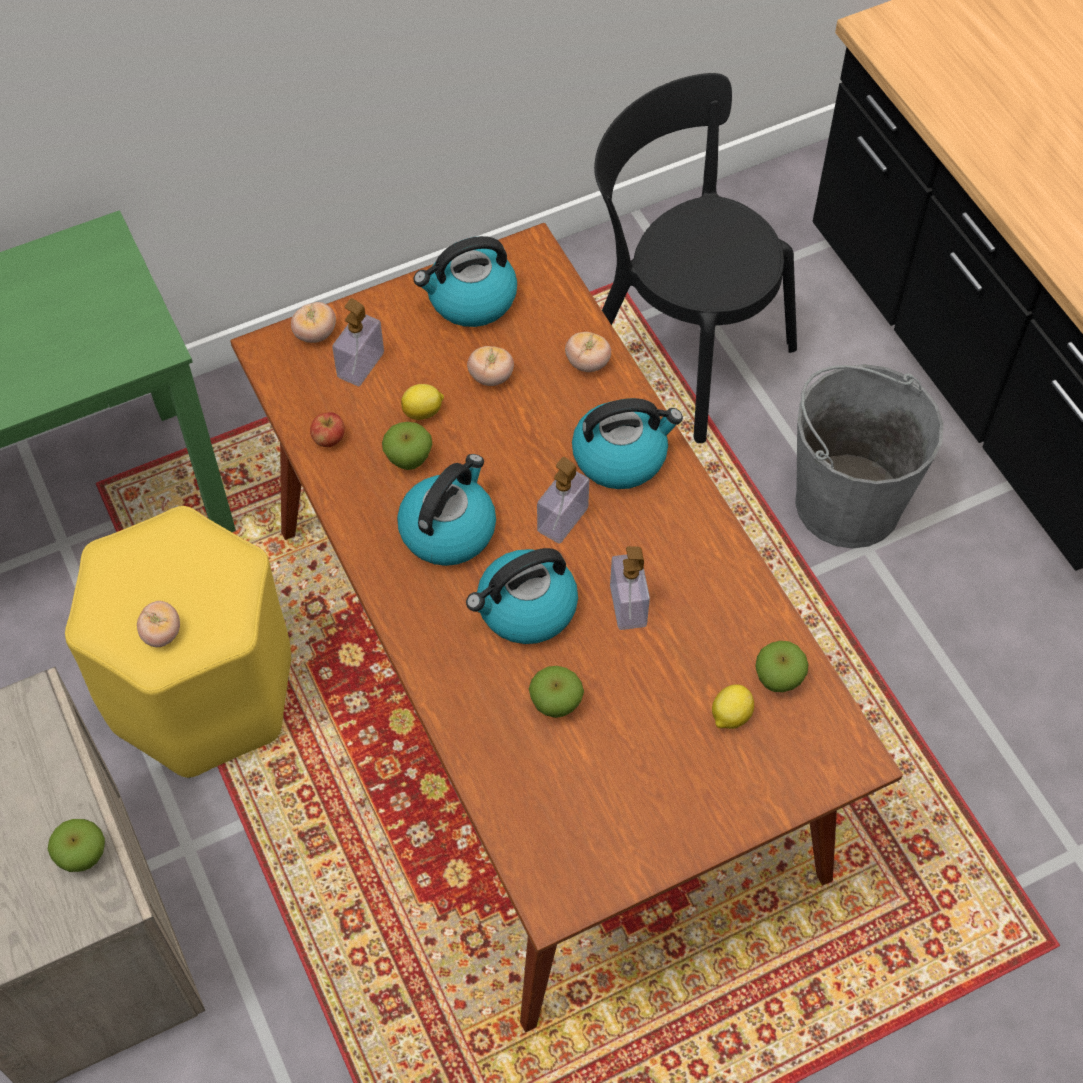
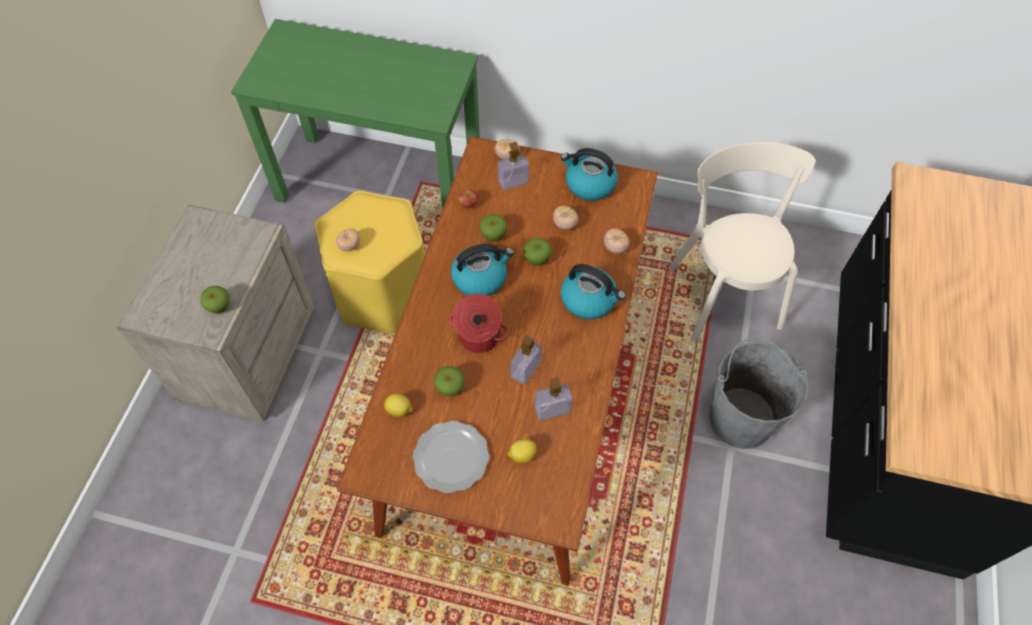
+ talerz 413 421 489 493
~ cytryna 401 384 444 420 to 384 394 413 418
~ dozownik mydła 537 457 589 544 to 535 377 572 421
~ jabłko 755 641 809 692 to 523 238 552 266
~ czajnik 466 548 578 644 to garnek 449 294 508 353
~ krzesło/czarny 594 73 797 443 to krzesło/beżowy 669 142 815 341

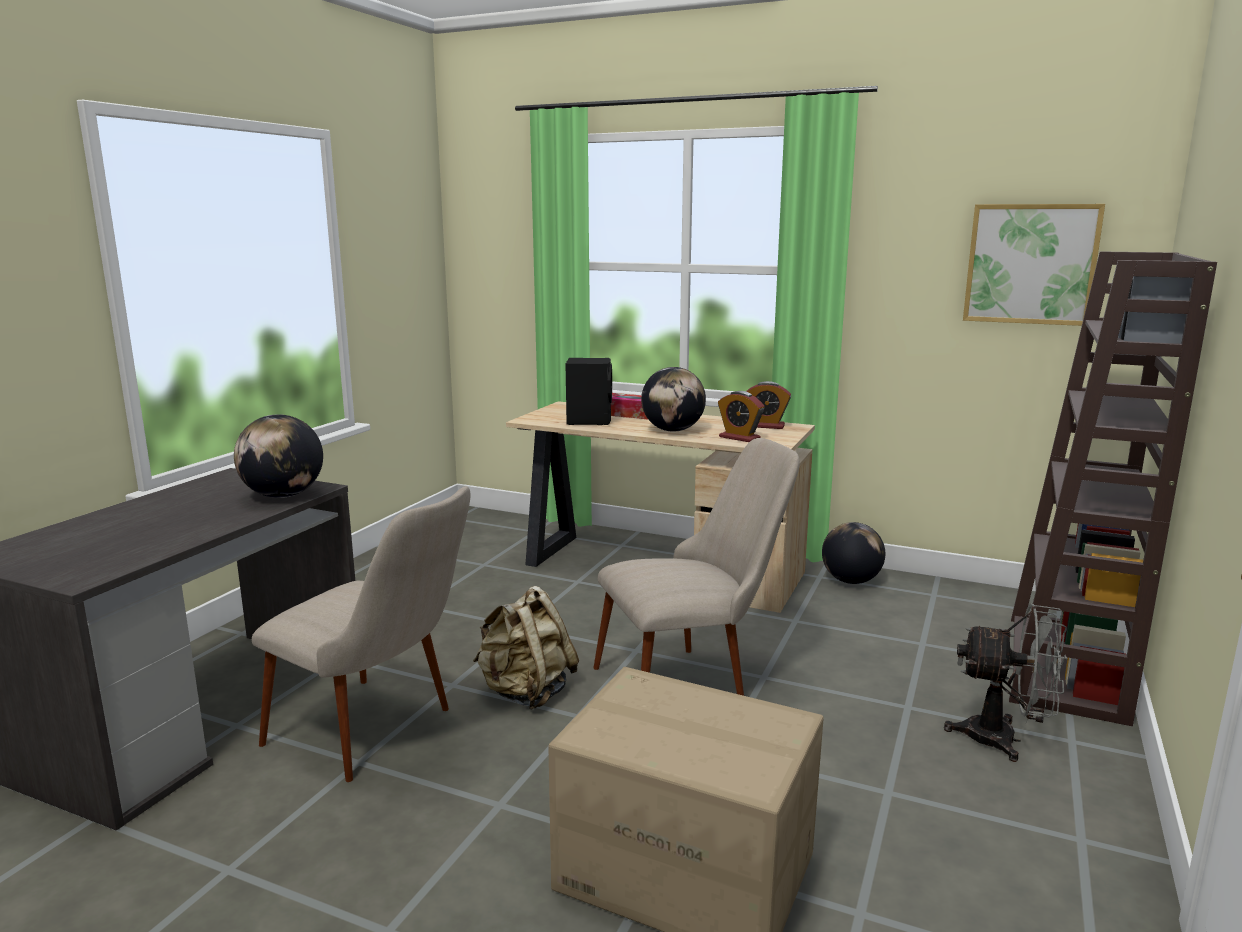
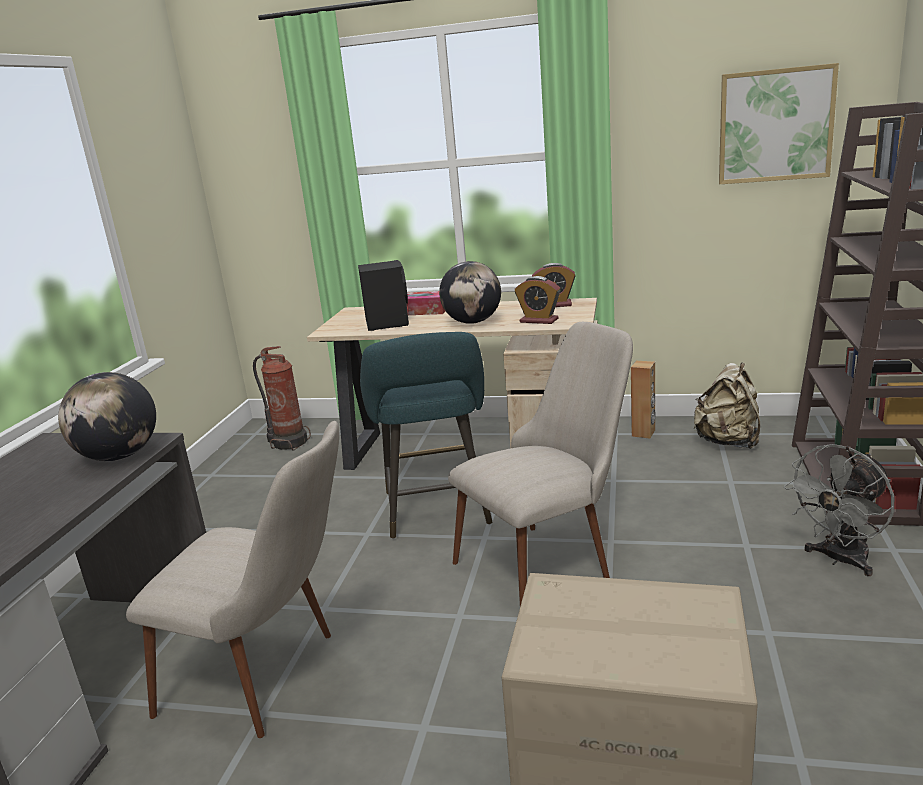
+ gaśnica 253 346 311 450
+ stołek/turkusowy 360 332 492 539
~ plecak/beżowy 473 586 579 710 to 694 363 760 449
~ globus 822 522 885 584 to głośnik/brązowy 631 361 656 439
~ wentylator/szary 944 604 1067 762 = 784 444 894 576 135 degrees clockwise

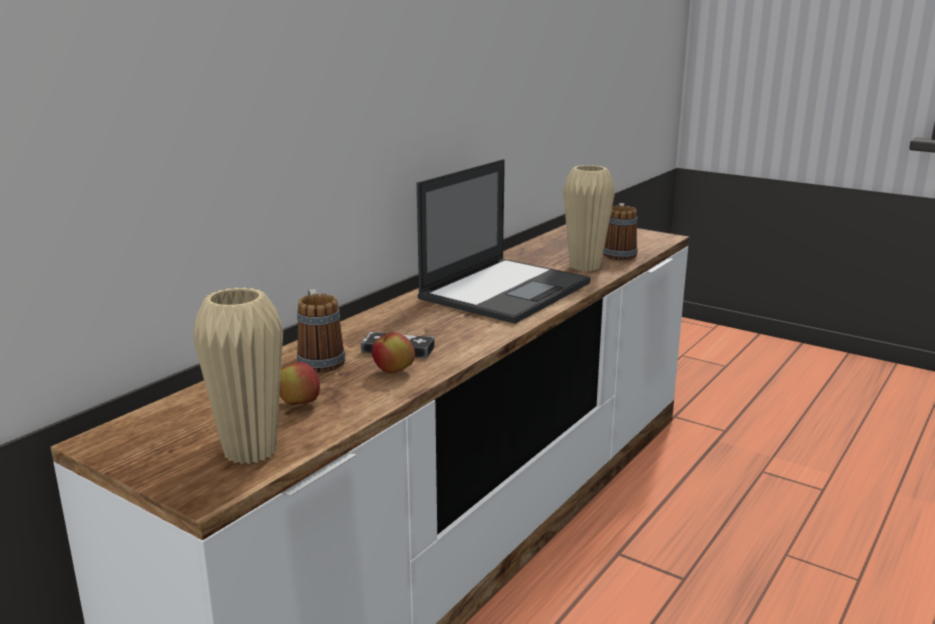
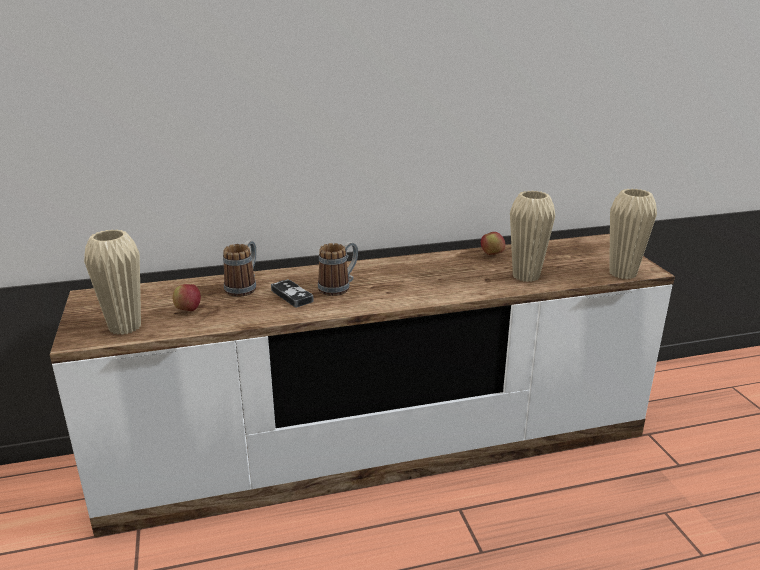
- laptop 417 159 591 324
+ wazon/beżowy 609 189 657 279
~ jabłko 372 332 415 374 to 481 232 505 255
~ kubek 603 203 637 261 to 318 242 358 296

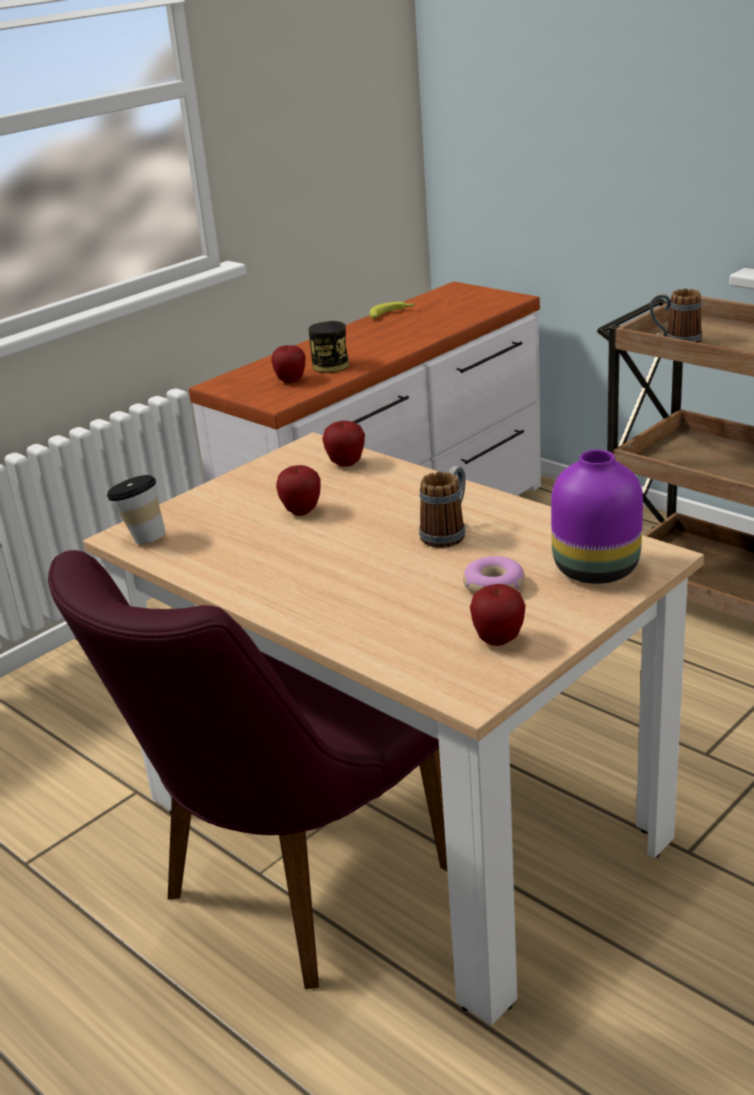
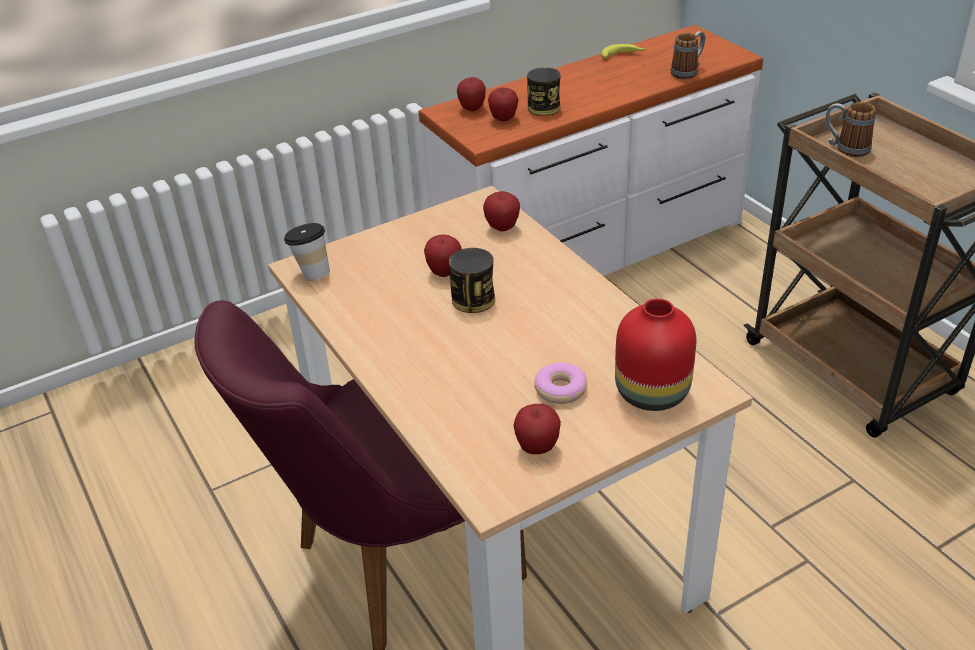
+ puszka 449 248 495 313
+ jabłko 457 77 486 111
~ kubek 419 466 465 548 to 671 31 705 79
~ wazon/fioletowy 551 450 643 584 to wazon/czerwony 615 298 696 411

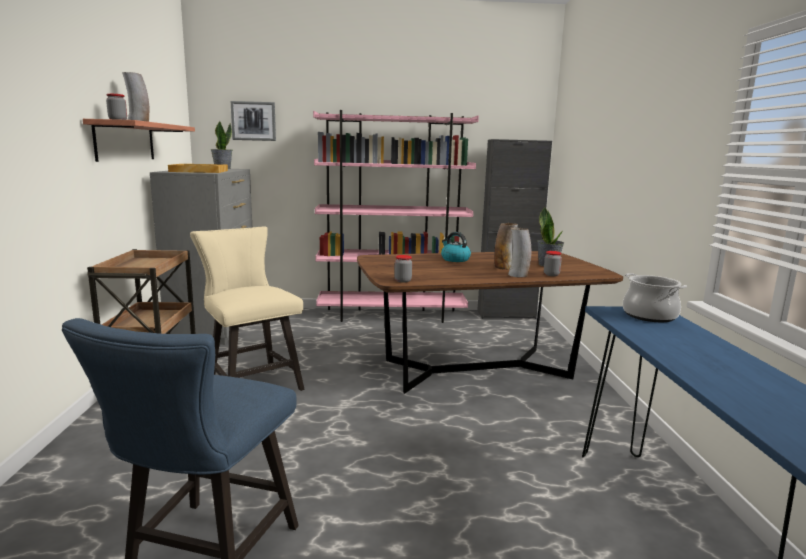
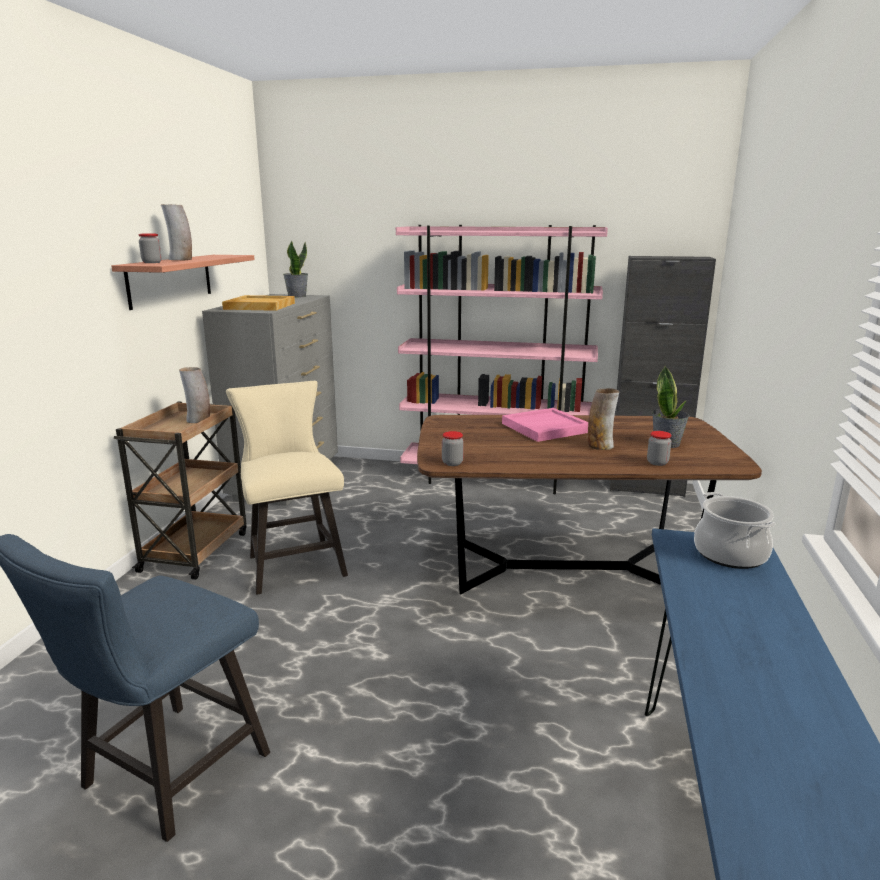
- obraz 231 101 276 141
~ wazon 508 228 531 277 to 179 367 210 423
~ czajnik 441 232 471 262 to taca/różowy 502 408 588 442

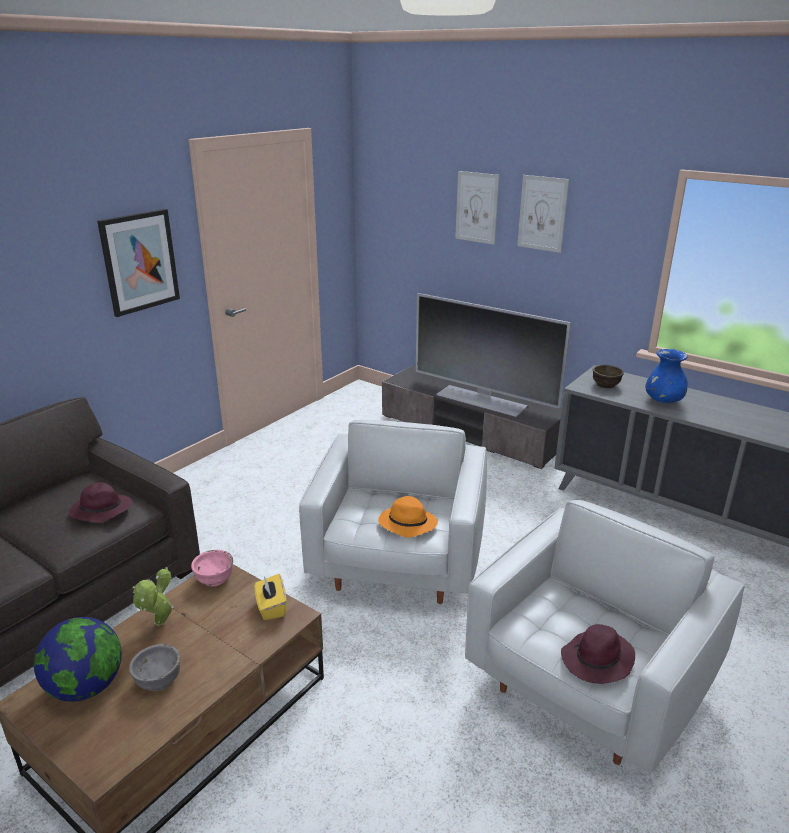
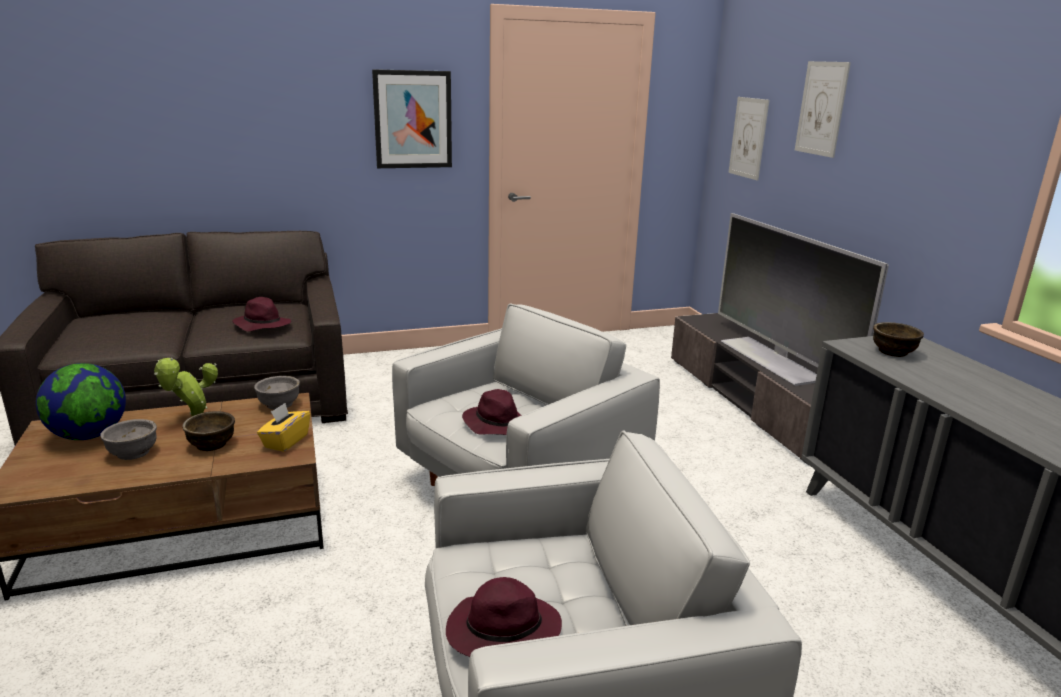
- wazon/niebieski 645 349 688 403
+ miska/brązowy 182 411 235 451
~ obraz 517 175 569 253 to 728 97 769 180
~ miska/różowy 191 550 233 586 to miska/szary 254 376 300 410
~ kapelusz/pomarańczowy 378 496 438 538 to kapelusz/fioletowy 462 389 521 435

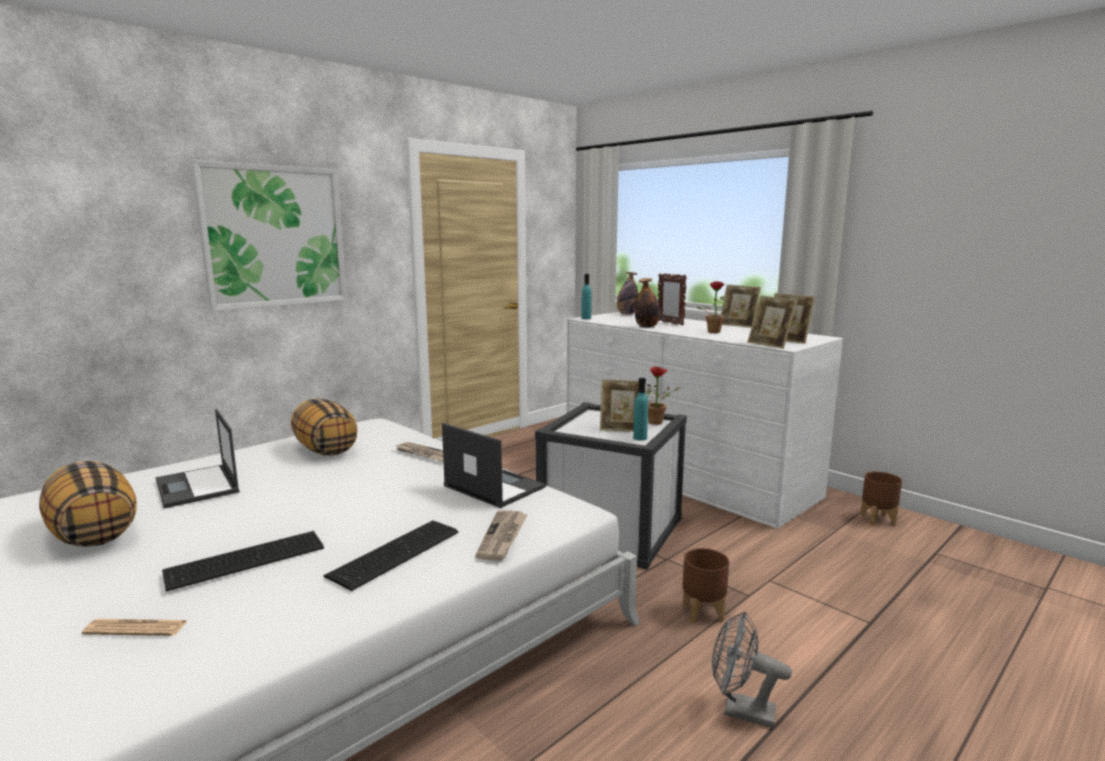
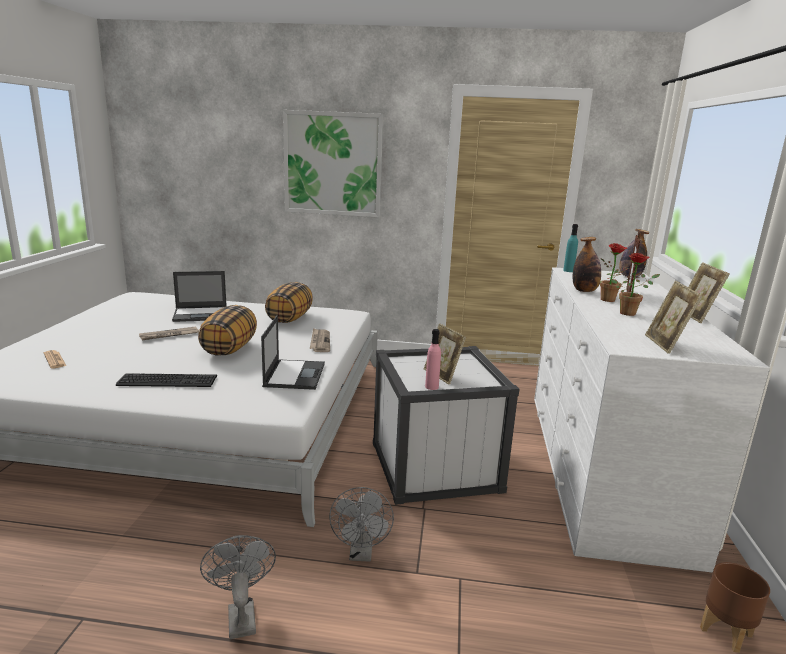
- klawiatura 162 531 324 592
- ramka na zdjęcie 747 296 798 349
~ poduszka 39 461 137 546 to 198 305 257 356
~ gazeta 475 510 528 560 to 139 326 199 340
~ roślina doniczkowa 646 367 680 425 to 600 243 629 302
~ donica/brązowy 682 548 729 623 to wentylator/szary 329 487 394 562
~ butelka/turkusowy 633 378 648 441 to butelka/różowy 425 329 441 390
~ laptop 155 409 240 508 = 172 271 227 322 120 degrees counterclockwise

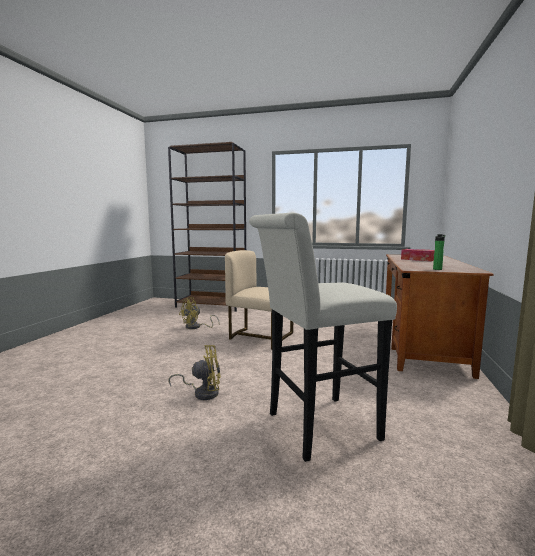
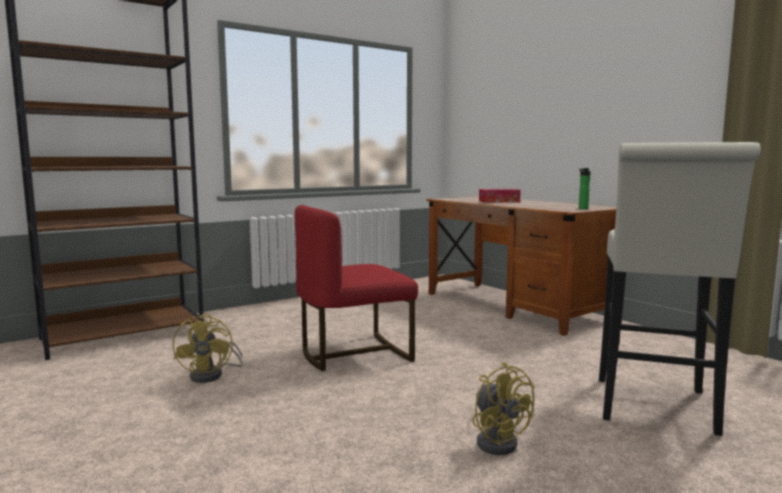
~ krzesło/beżowy 225 250 293 350 to krzesło/czerwony 295 205 418 371
~ wentylator/żółty 168 345 221 400 = 472 362 535 455 120 degrees clockwise

